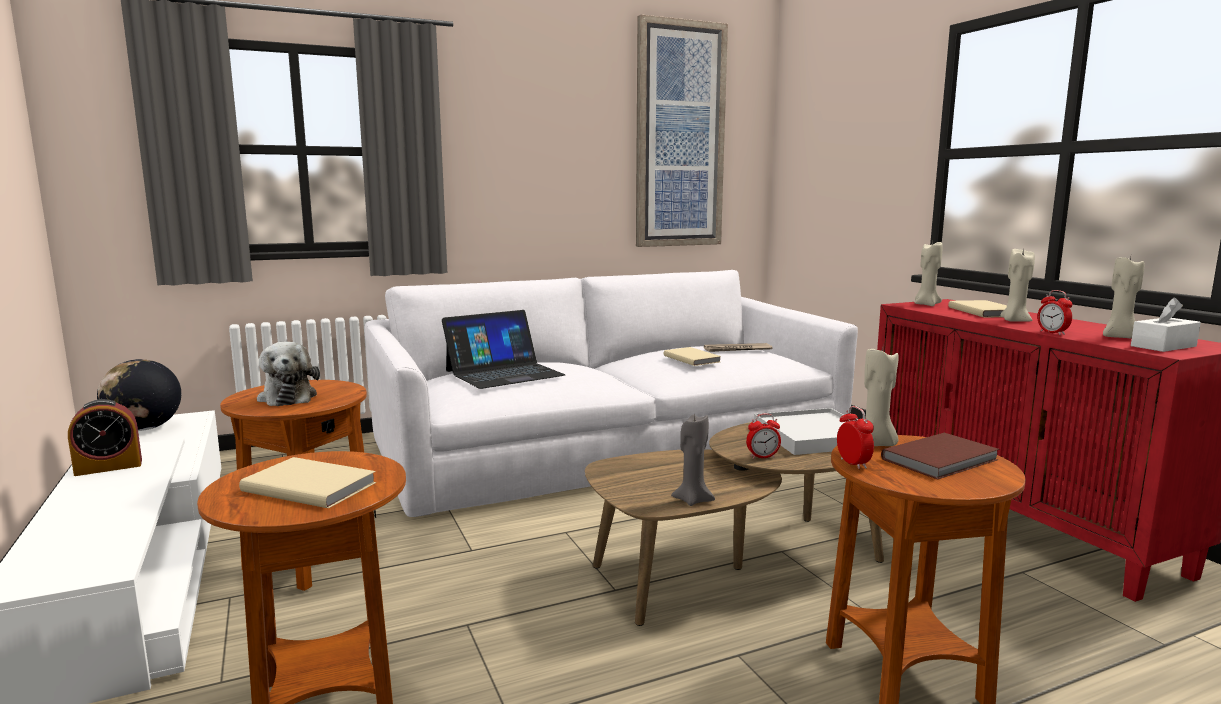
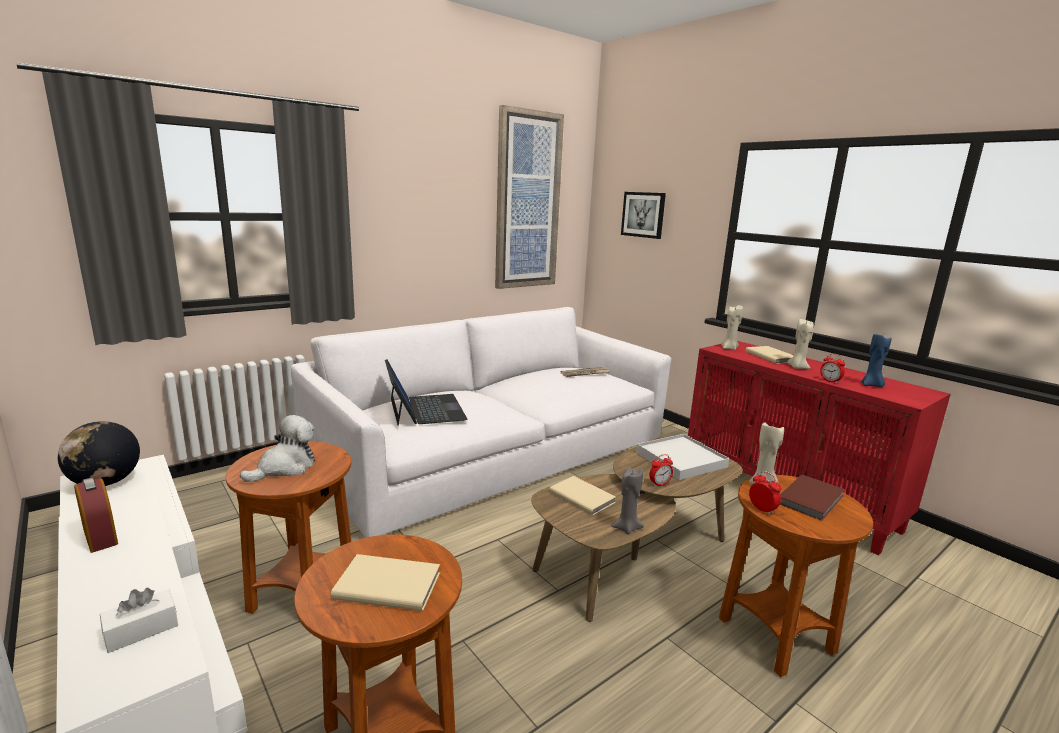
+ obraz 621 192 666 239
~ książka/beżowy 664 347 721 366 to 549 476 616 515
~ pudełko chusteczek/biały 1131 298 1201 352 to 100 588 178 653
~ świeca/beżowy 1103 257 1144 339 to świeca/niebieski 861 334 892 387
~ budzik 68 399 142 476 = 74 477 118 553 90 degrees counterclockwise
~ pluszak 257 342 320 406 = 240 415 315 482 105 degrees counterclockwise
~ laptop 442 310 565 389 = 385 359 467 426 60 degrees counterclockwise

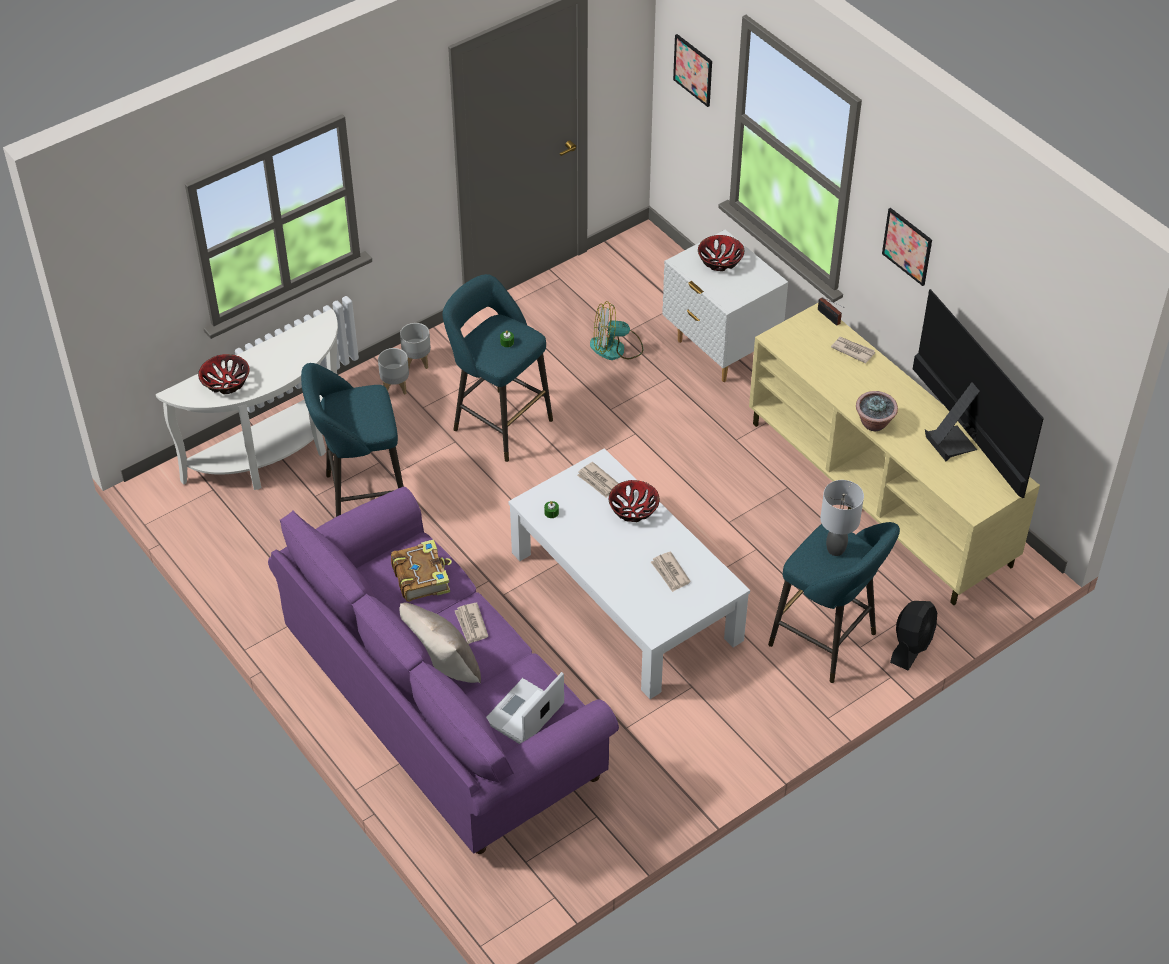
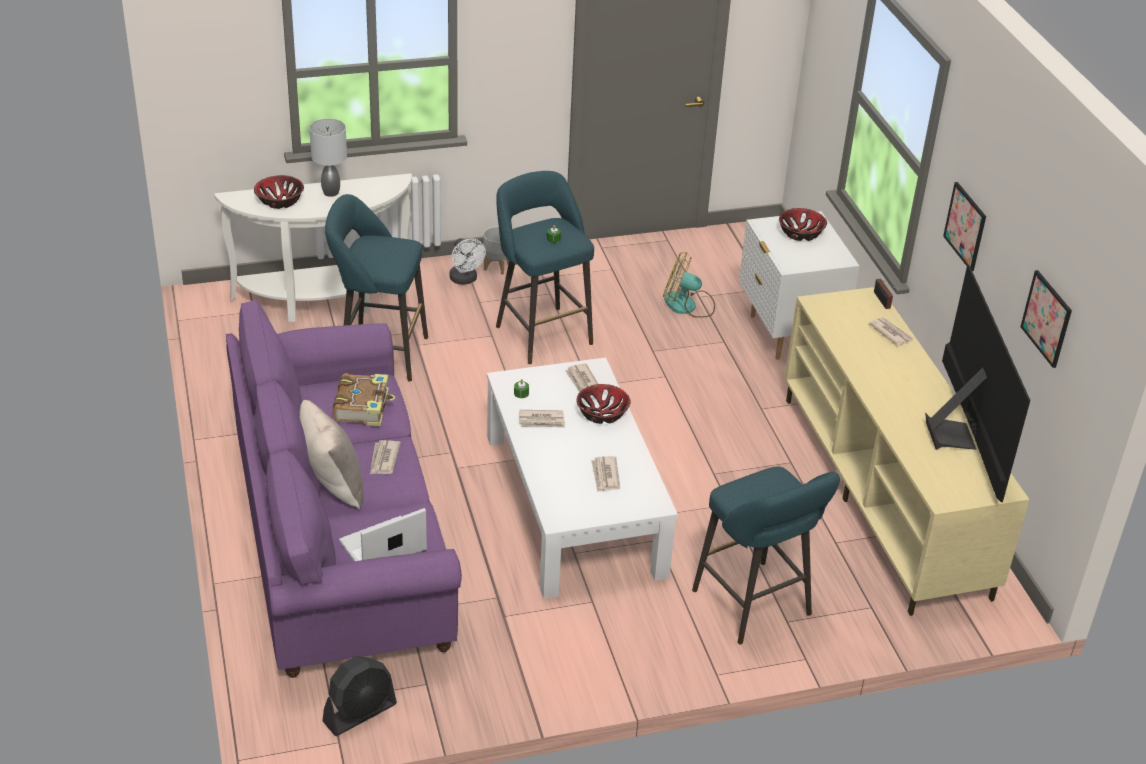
- roślina doniczkowa 856 391 898 431
+ gazeta 519 410 565 428
~ obraz 673 34 712 107 to 1020 270 1072 368
~ lampa stołowa/szary 820 480 864 556 to 309 118 347 197
~ wentylator/czarny 890 601 937 670 to 322 656 397 736
~ donica/szary 378 348 409 394 to wentylator/biały 449 238 486 285

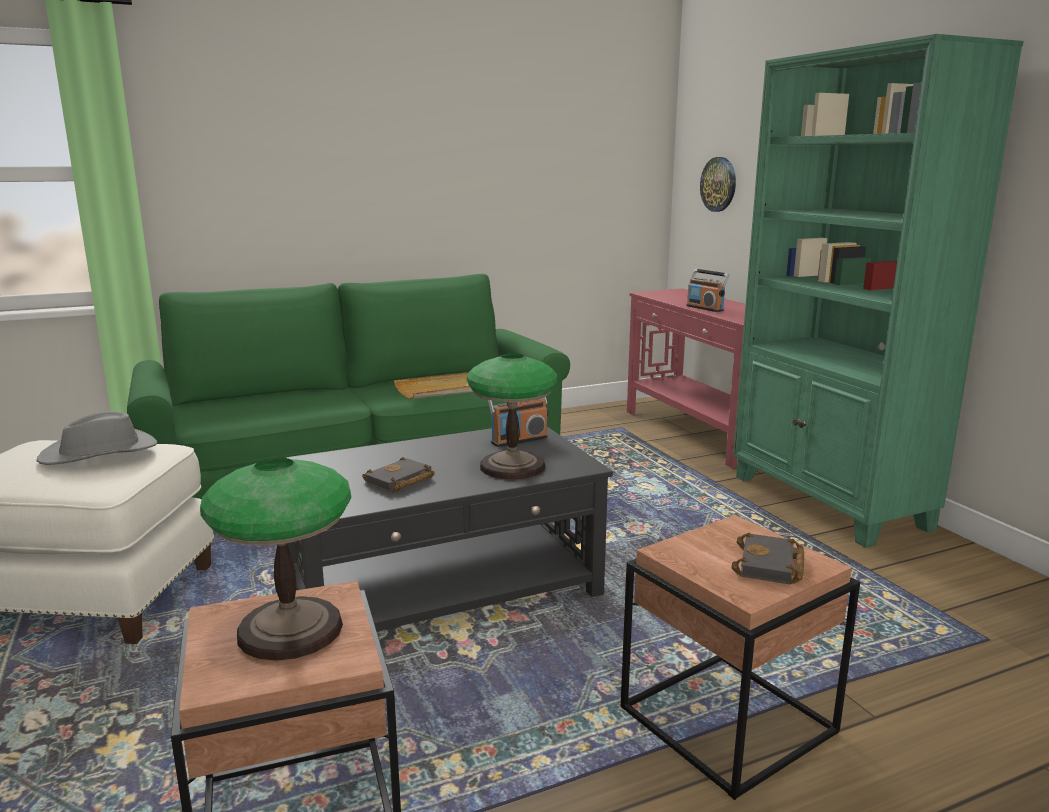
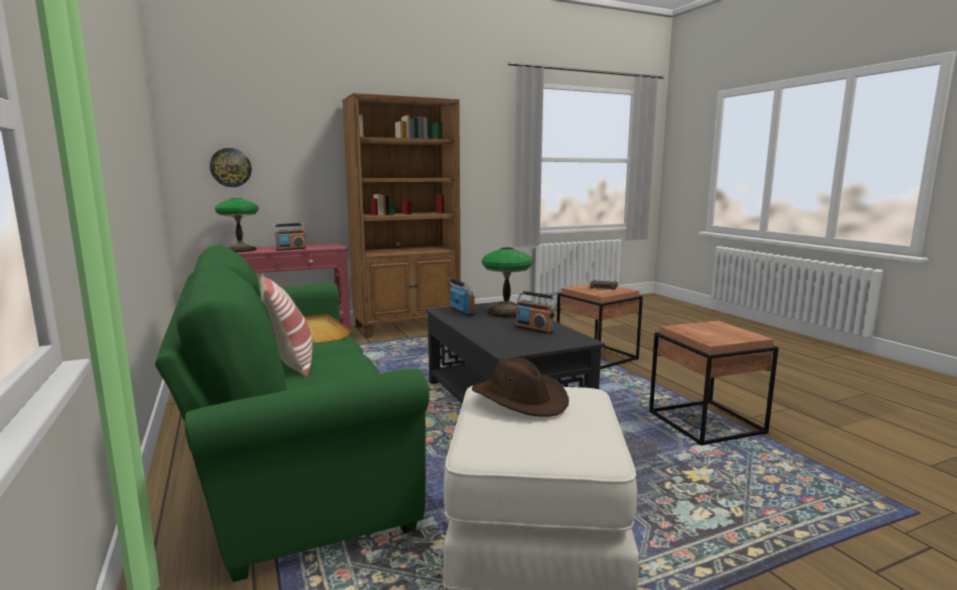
+ poduszka 260 274 313 377
~ lampa stołowa 200 458 352 661 to 215 198 259 252
~ książka/czarny 362 457 435 493 to radio 515 291 557 334
~ kapelusz/szary 36 411 157 465 to kapelusz/brązowy 472 357 569 417
~ regał/zielony 733 34 1024 548 to regał/brązowy 342 93 461 338

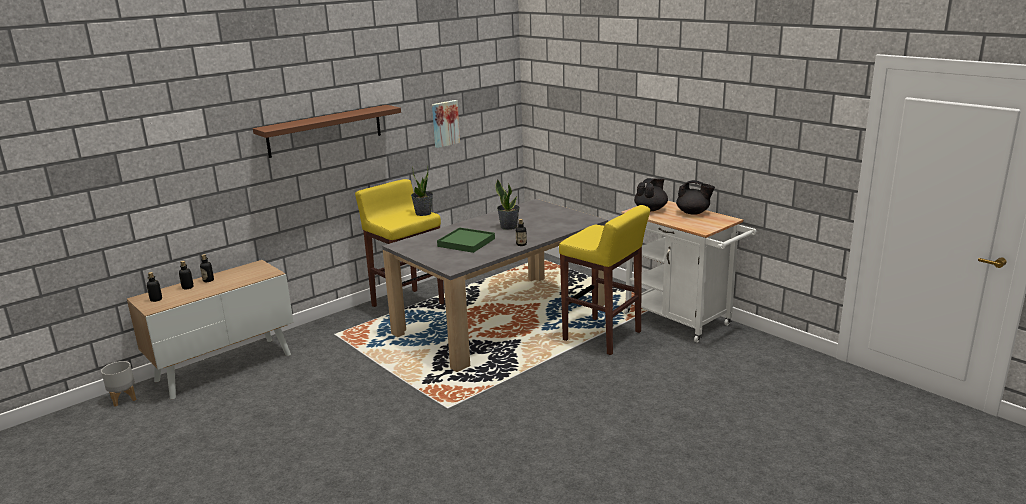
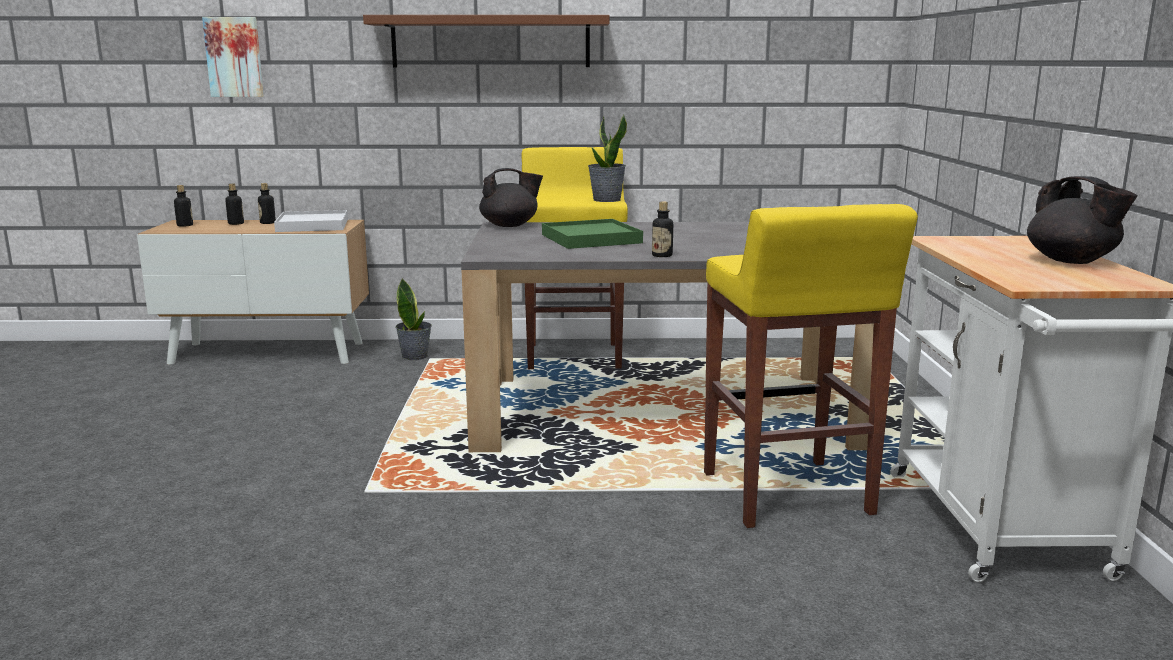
- donica/szary 101 361 136 407
+ taca/biały 274 210 348 232
~ obraz 432 100 460 148 to 202 17 264 97
~ roślina doniczkowa 496 179 520 230 to 395 278 432 360
~ imbryk/czarny 634 178 668 211 to 479 168 543 227

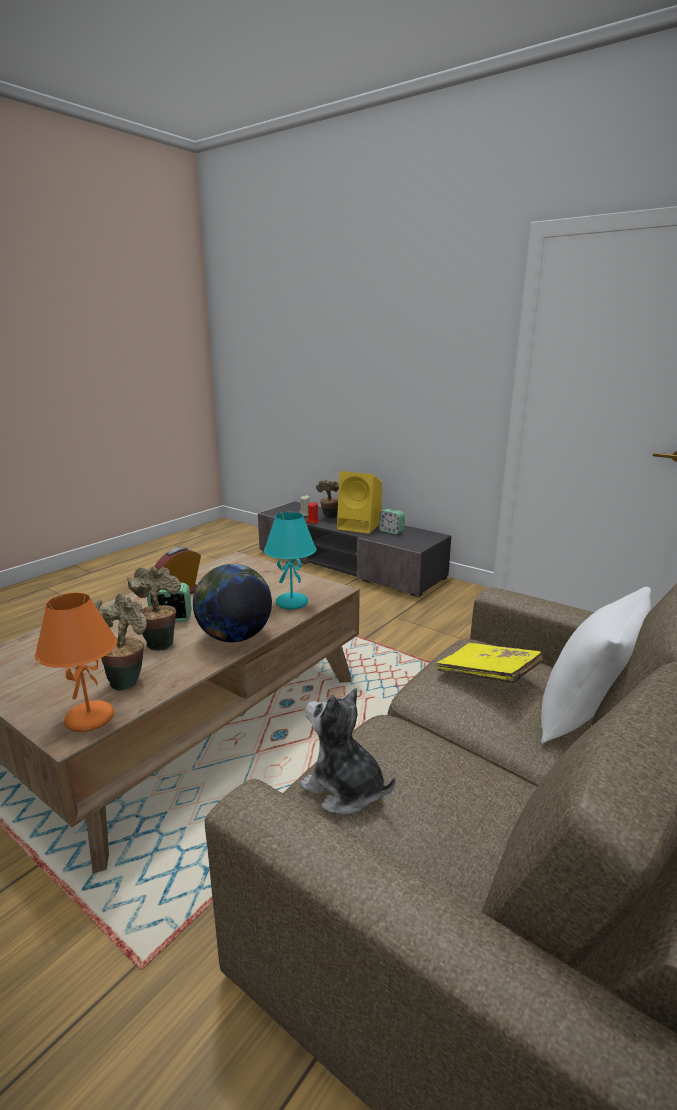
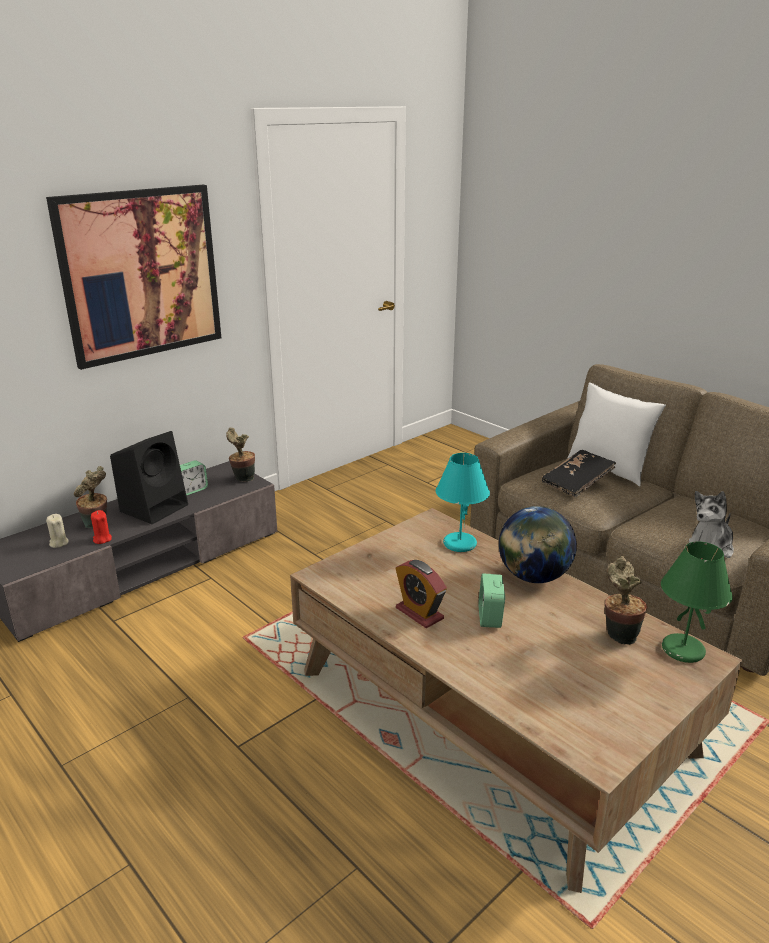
+ obraz 46 185 221 370
~ roślina doniczkowa 127 566 181 651 to 226 427 255 482
~ lampa stołowa/pomarańczowy 35 593 117 732 to lampa stołowa/zielony 661 541 733 663
~ głośnik/żółty 337 471 382 534 to głośnik/czarny 110 431 188 524
~ książka/żółty 436 643 543 683 to książka/czarny 542 450 616 498

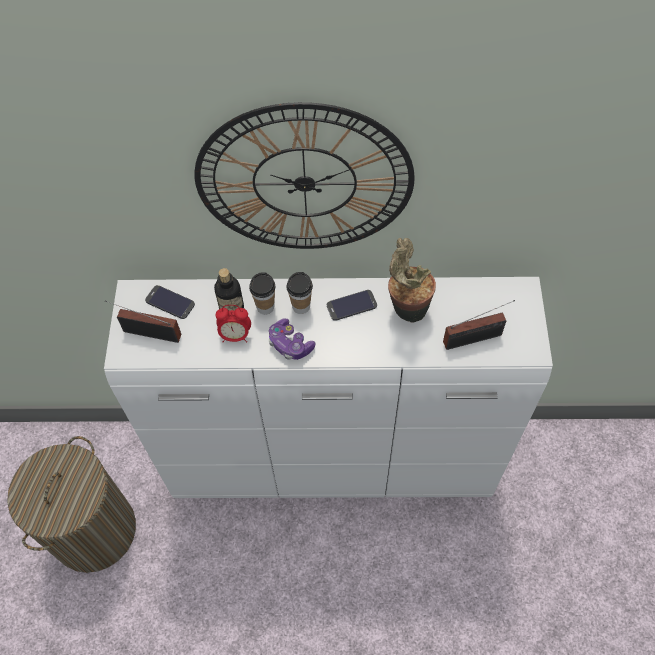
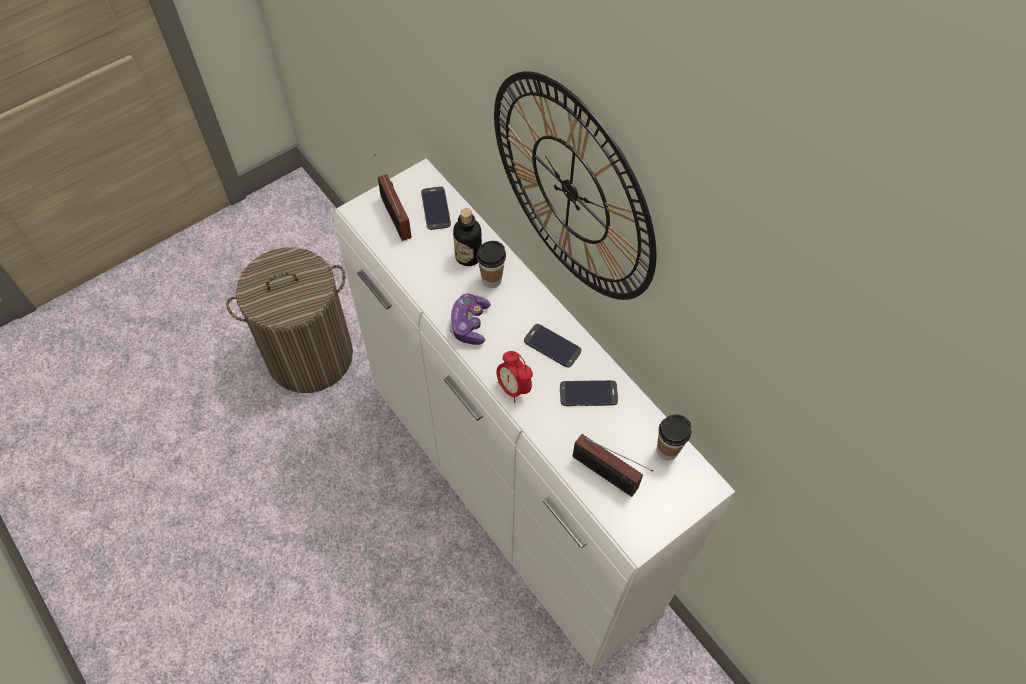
~ budzik 216 305 251 343 to 496 351 533 402
~ filiżanka 287 272 313 314 to 657 414 691 460
~ roślina doniczkowa 388 238 436 323 to telefon 560 380 618 406

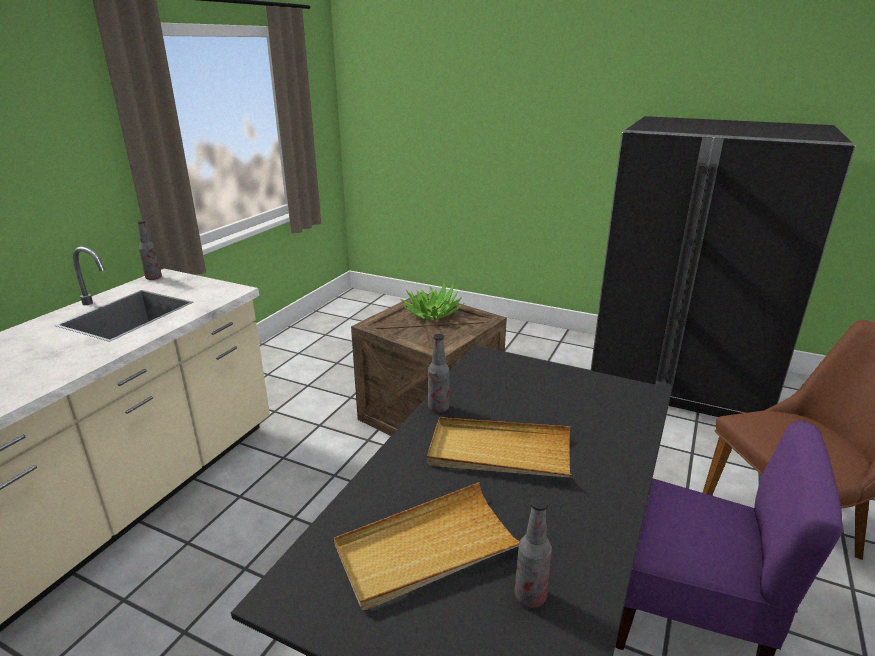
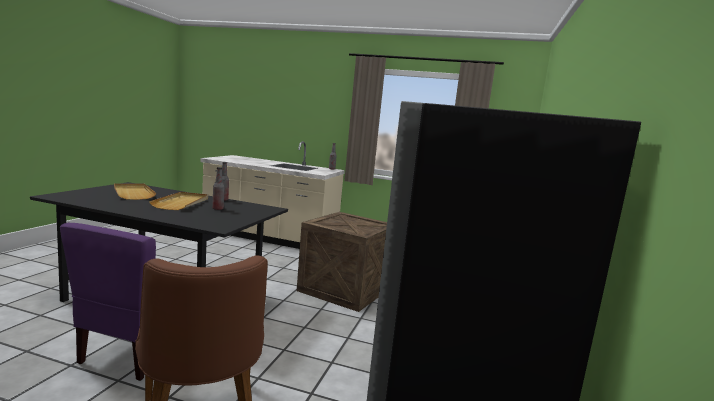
- roślina doniczkowa 401 283 465 320
~ butelka 514 497 552 608 to 212 167 224 210

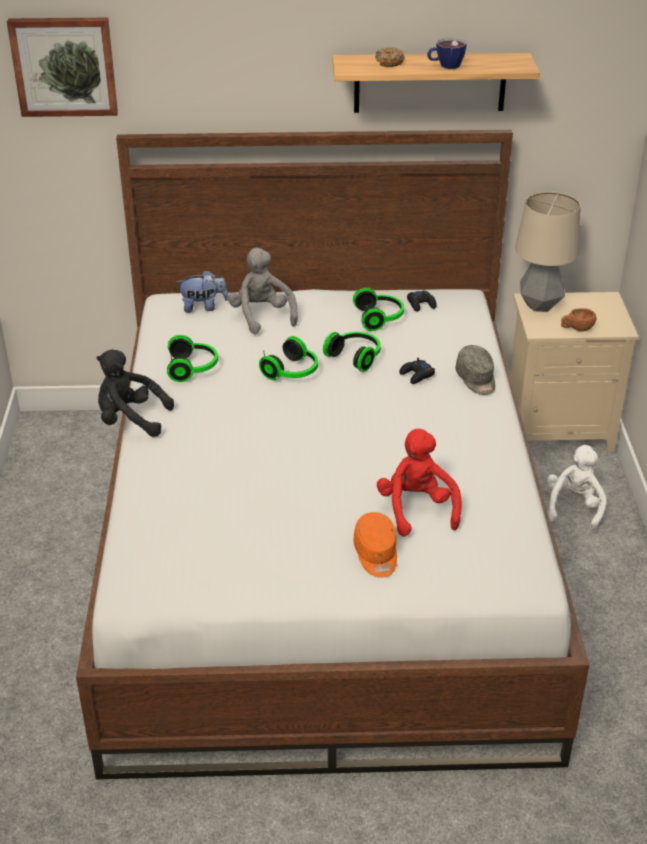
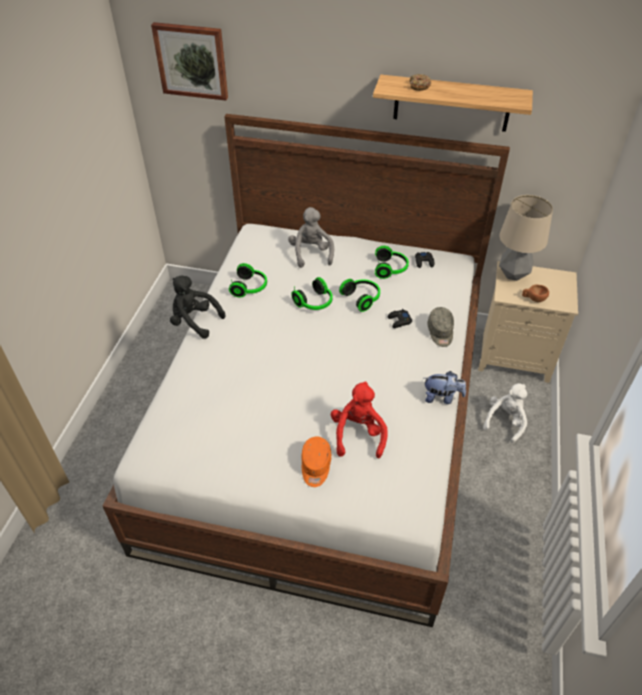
- filiżanka 427 38 467 69
~ pluszak 176 270 228 313 to 424 371 466 404

